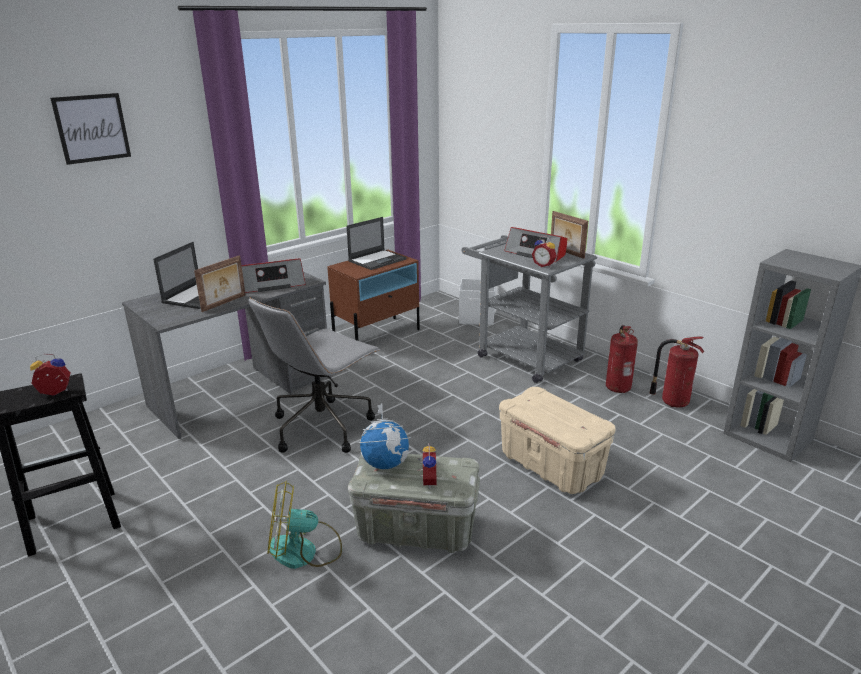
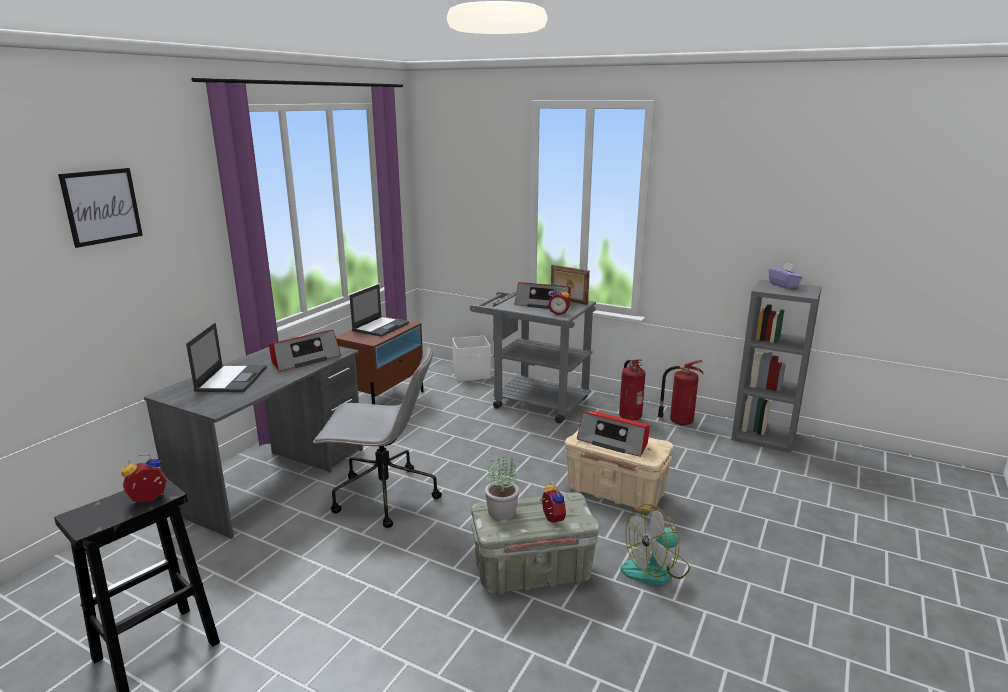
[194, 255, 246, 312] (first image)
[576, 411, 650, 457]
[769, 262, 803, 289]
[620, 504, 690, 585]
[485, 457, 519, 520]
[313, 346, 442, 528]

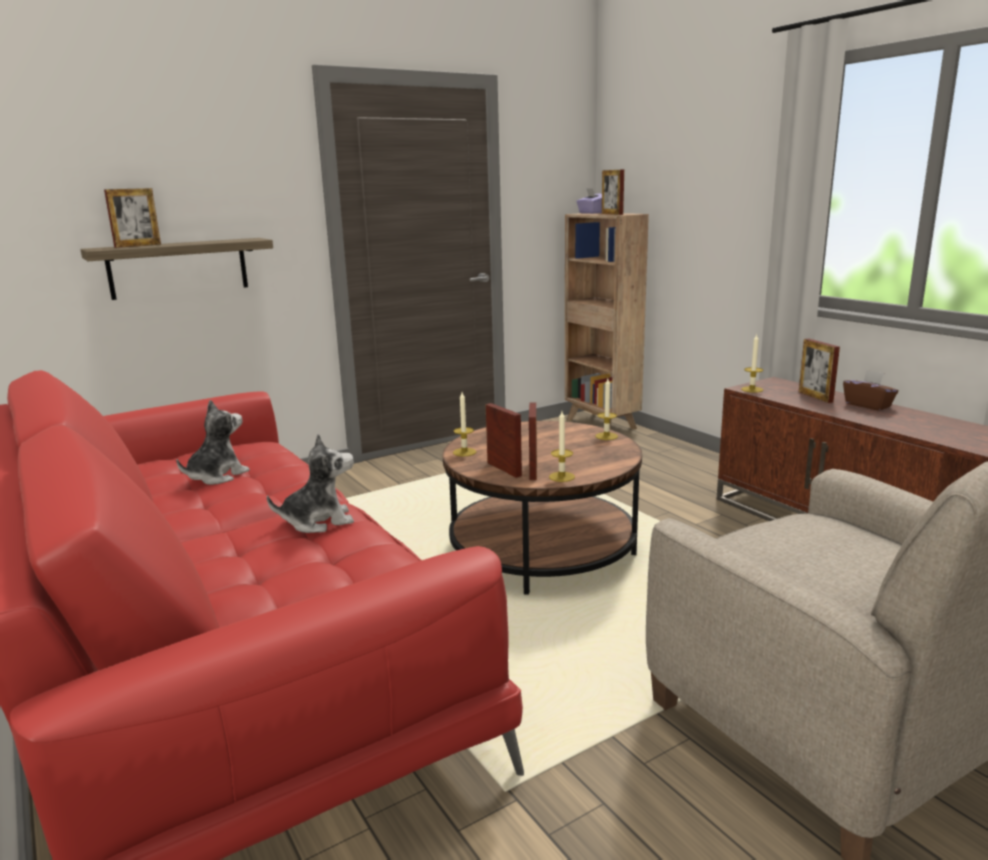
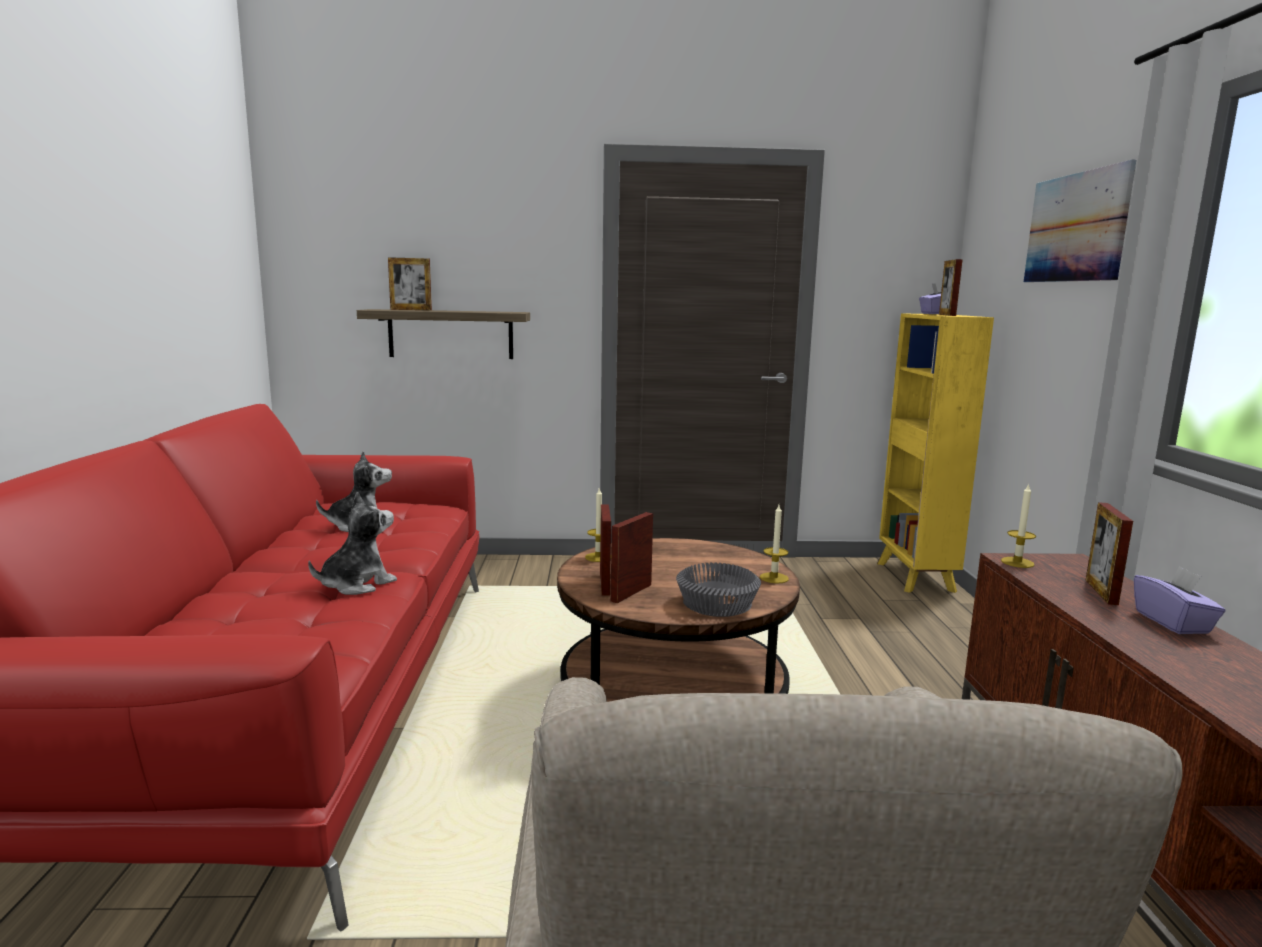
[549, 411, 575, 482] (first image)
[676, 563, 761, 617]
[1024, 160, 1136, 282]
[877, 313, 994, 593]
[1134, 566, 1226, 634]
[308, 492, 397, 595]

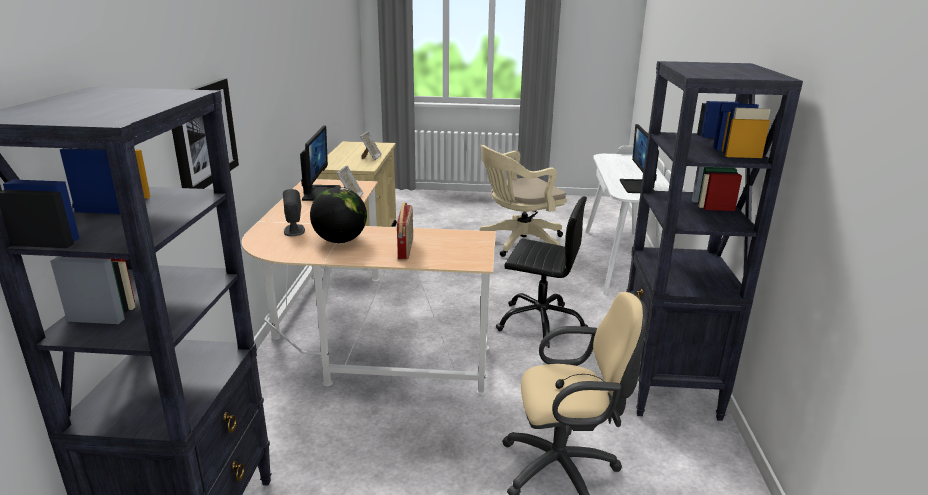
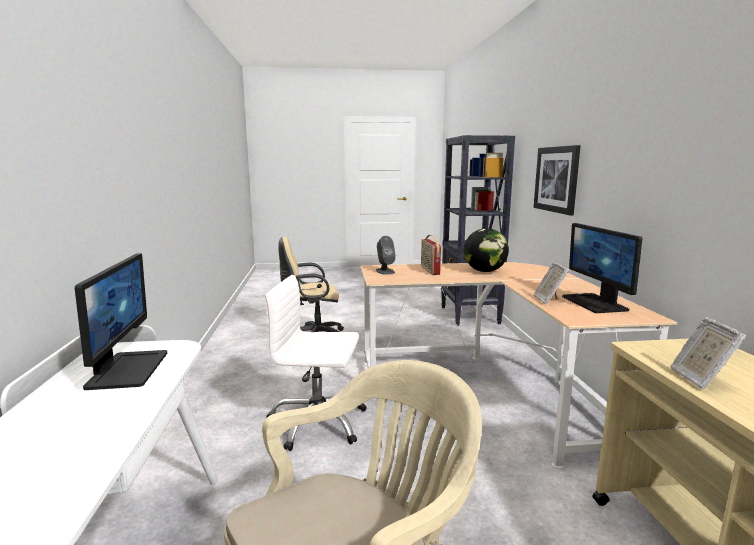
[626, 61, 803, 421] (first image)
[376, 236, 396, 275]
[265, 275, 366, 451]

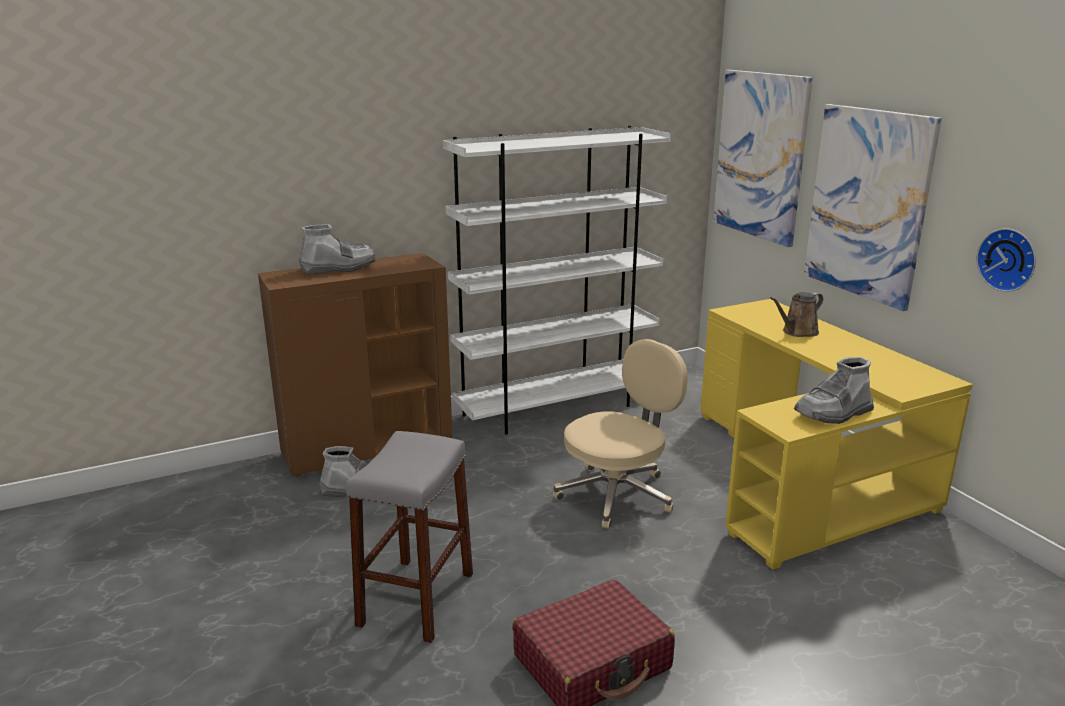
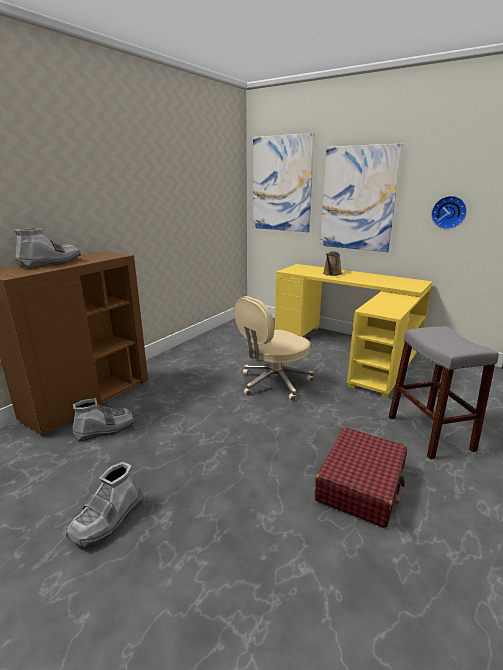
[443, 126, 671, 434] (first image)
[389, 326, 499, 459]
[66, 462, 143, 547]
[234, 296, 314, 401]

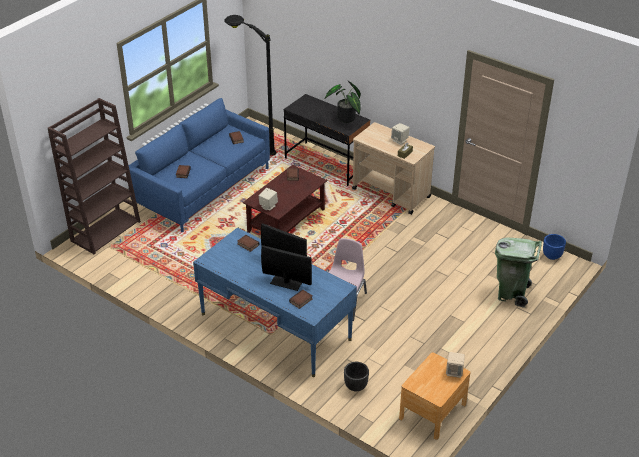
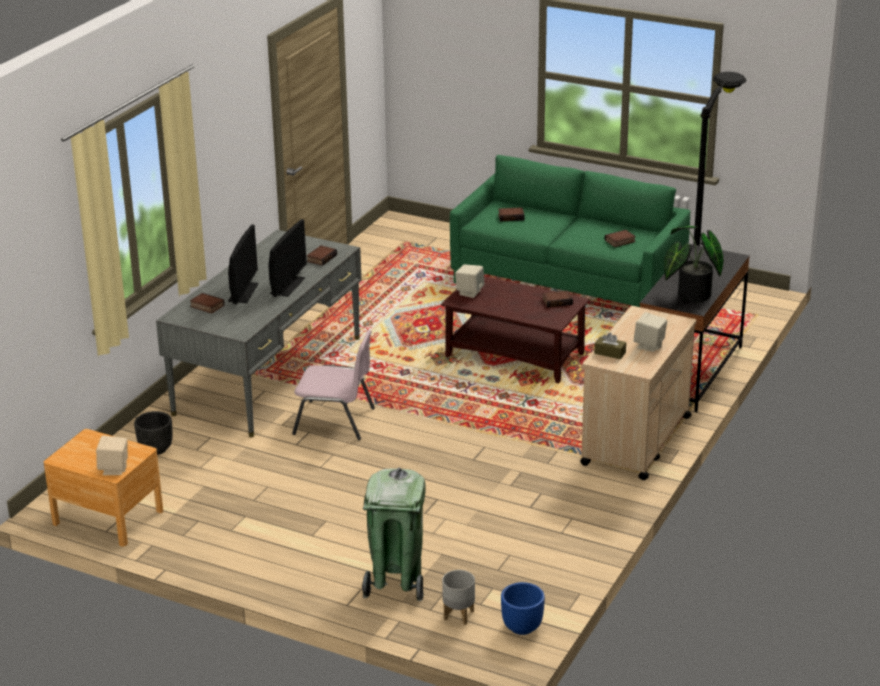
[48, 98, 141, 255] (first image)
[442, 570, 475, 625]
[450, 155, 690, 307]
[156, 230, 362, 437]

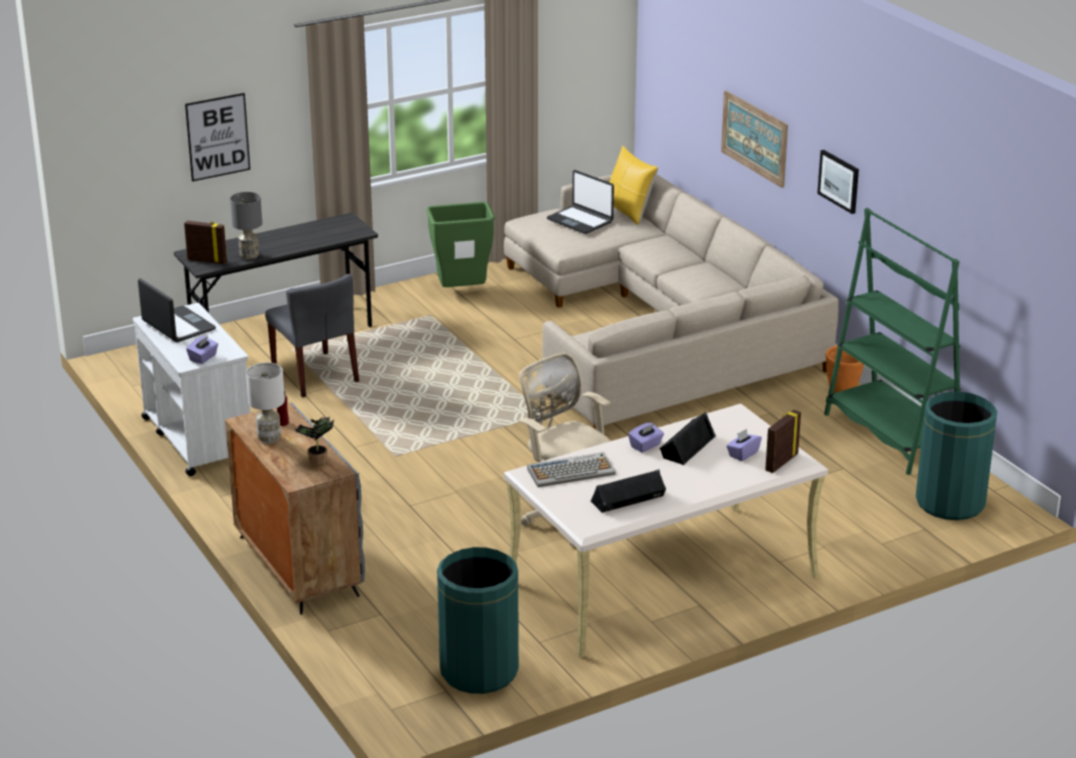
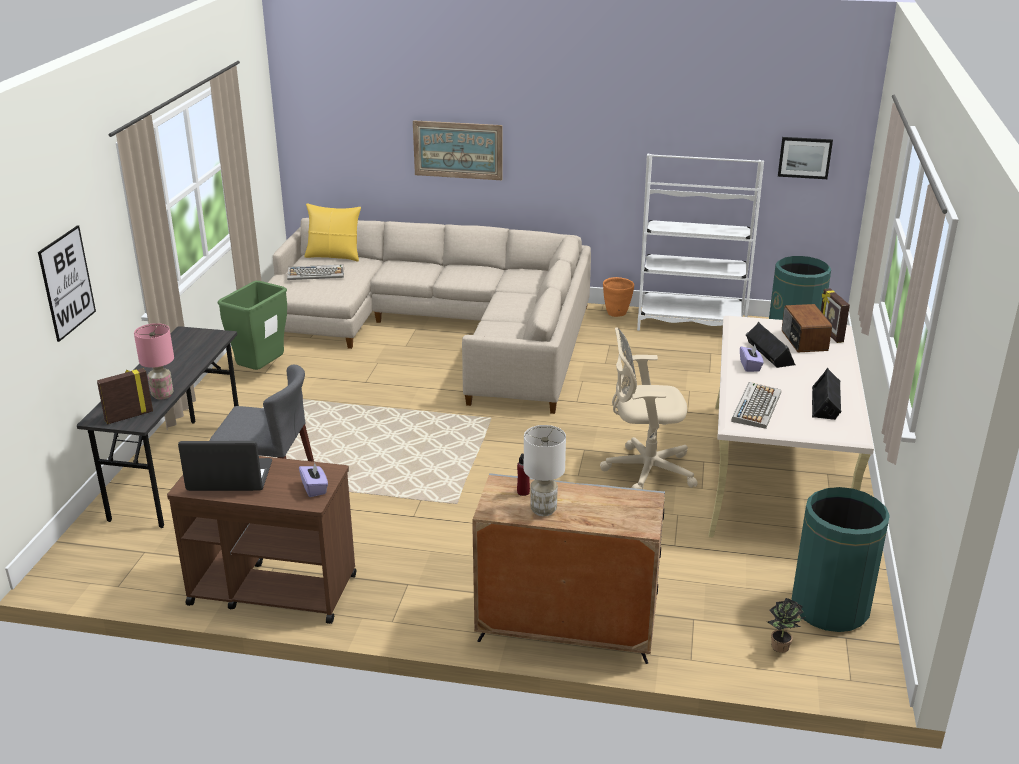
[768, 598, 805, 653]
[778, 137, 833, 179]
[287, 264, 344, 280]
[782, 304, 832, 352]
[167, 456, 357, 624]
[134, 323, 174, 399]
[637, 154, 764, 331]

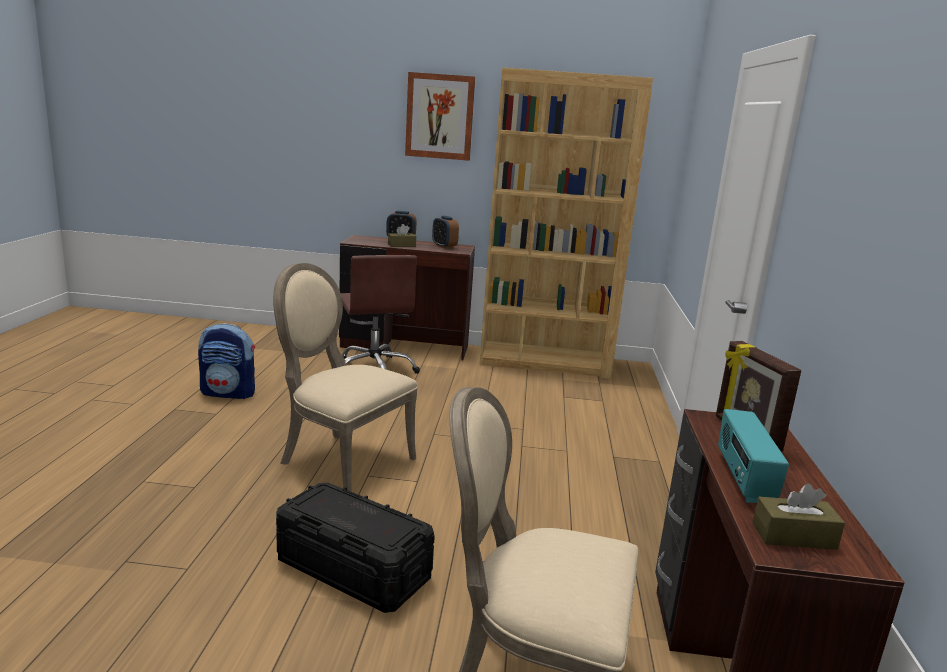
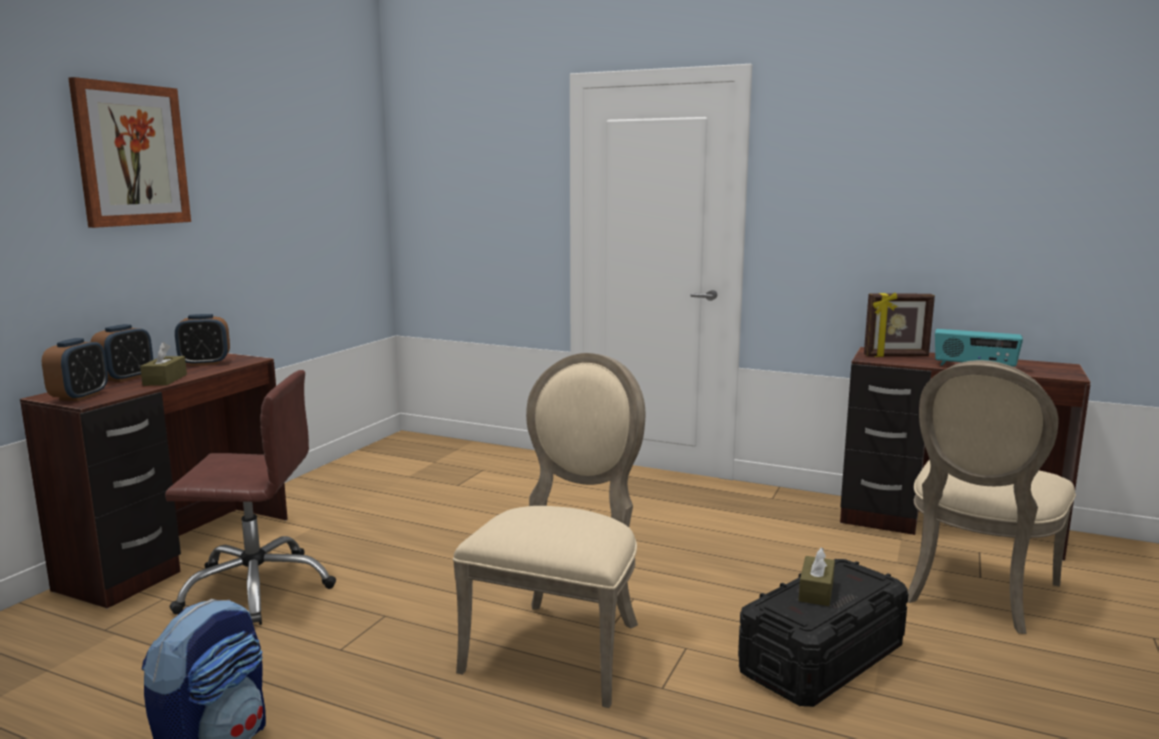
[479, 67, 653, 379] (first image)
[42, 338, 108, 401]
[799, 548, 835, 606]
[453, 353, 645, 708]

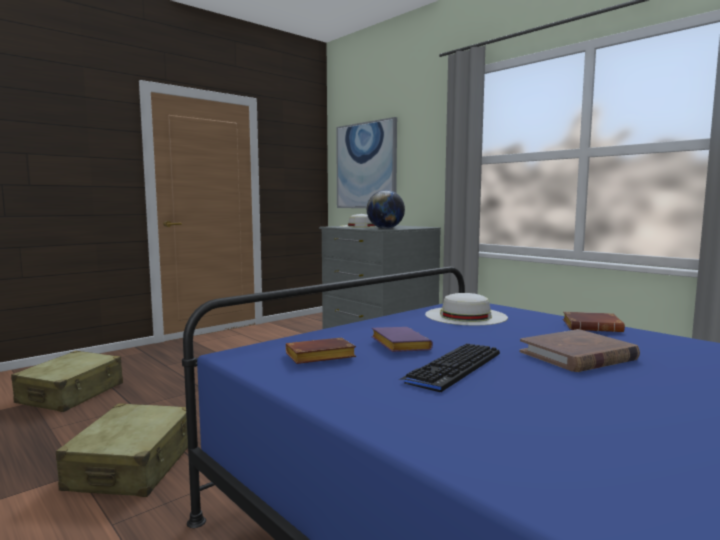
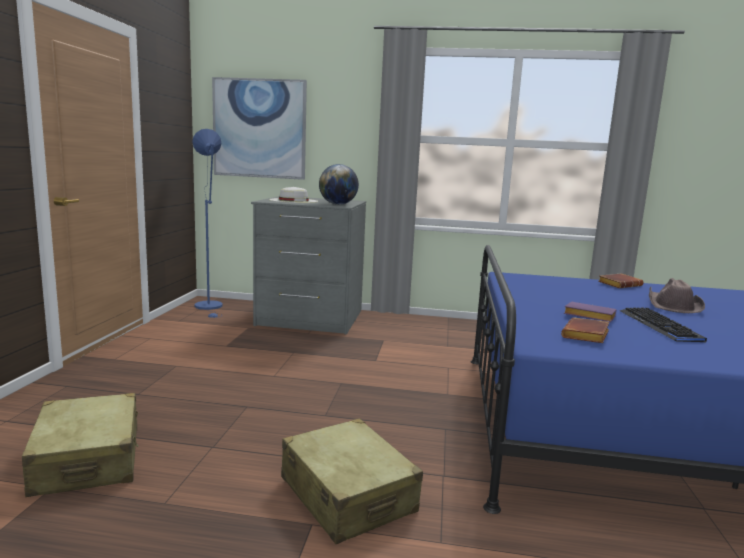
[425, 293, 508, 325] (first image)
[192, 129, 223, 318]
[649, 278, 705, 313]

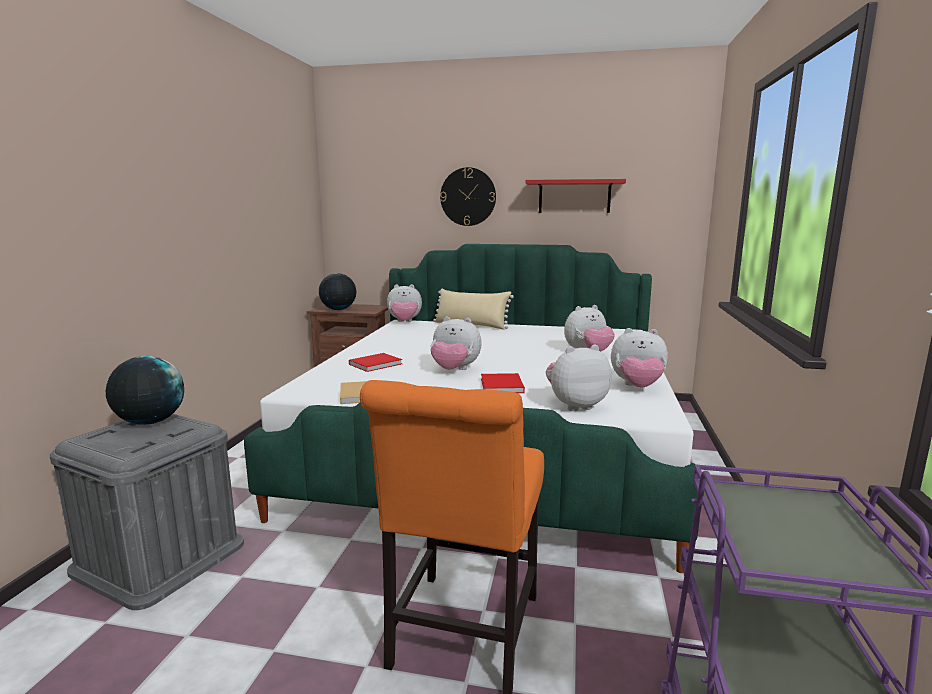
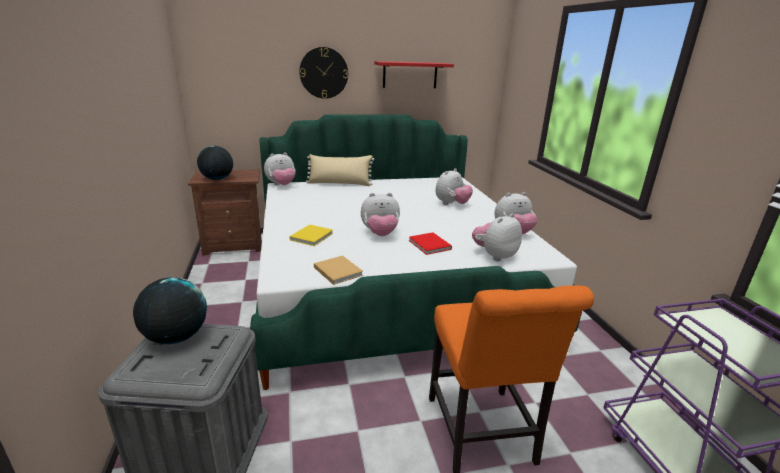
[290, 224, 333, 246]

